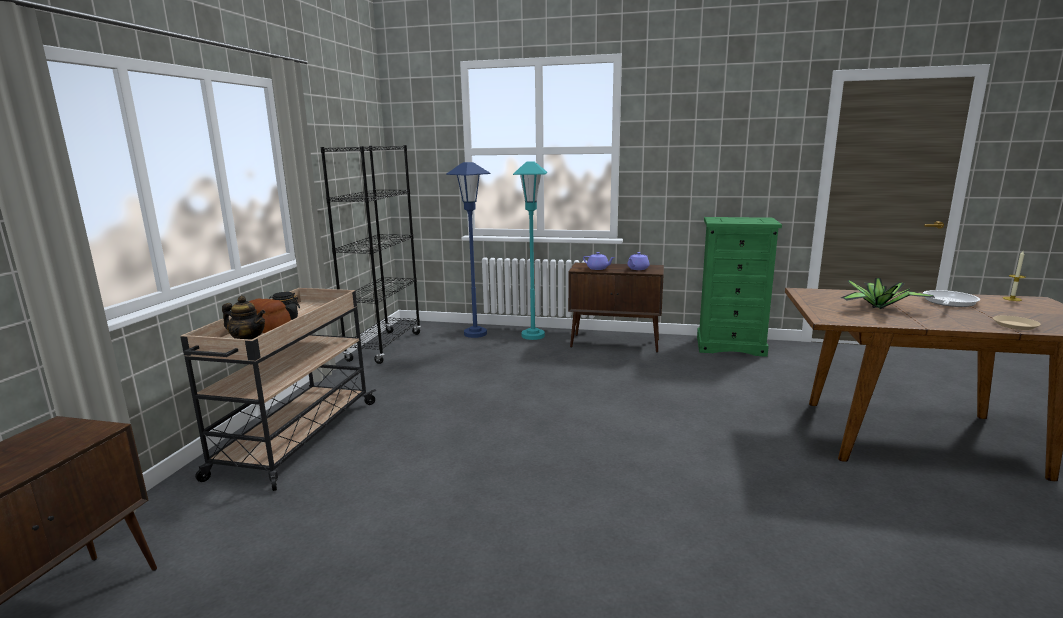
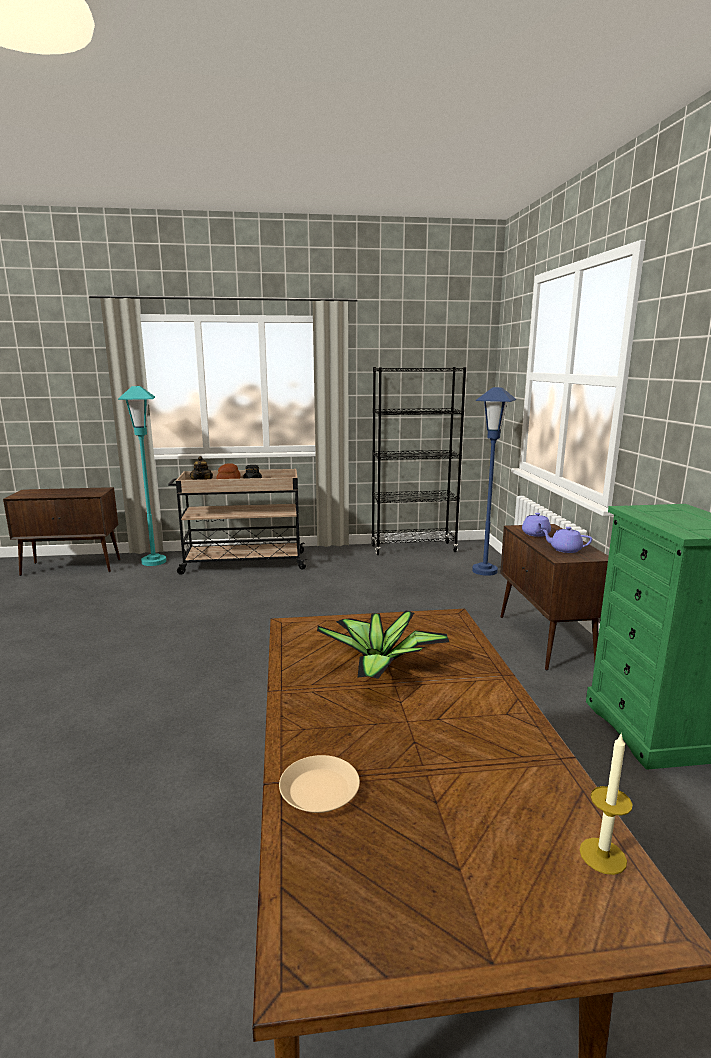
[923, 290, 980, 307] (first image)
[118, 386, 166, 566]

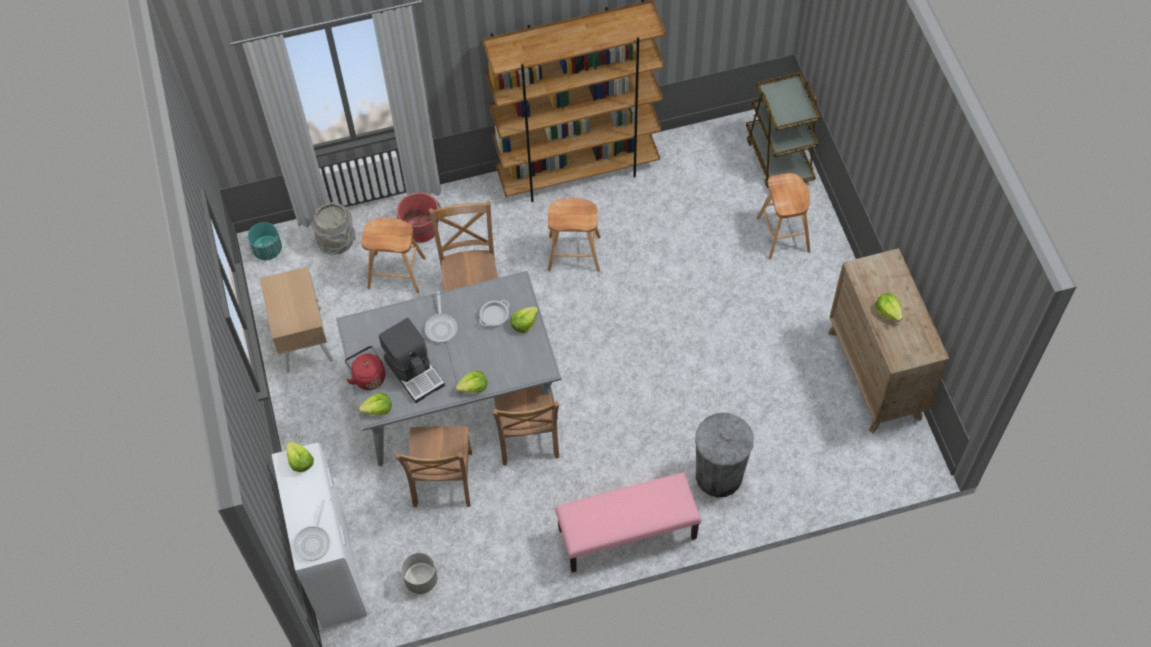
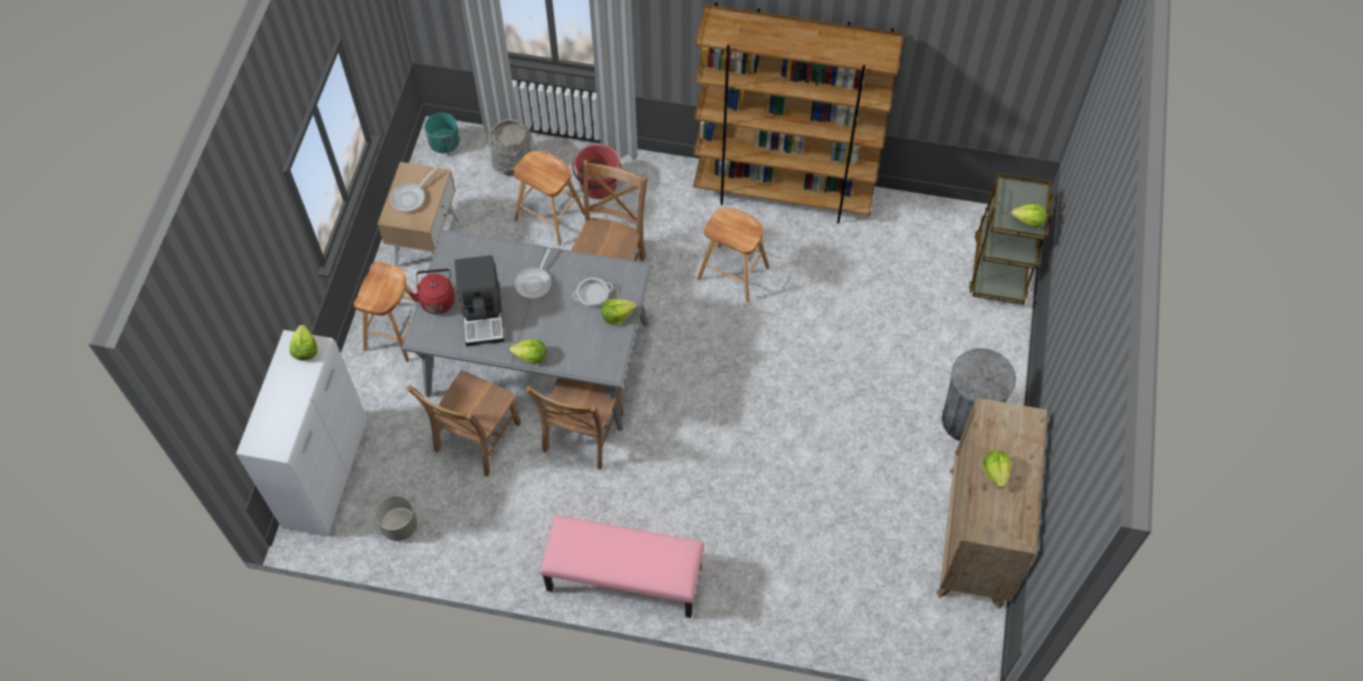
[390, 167, 437, 212]
[1011, 204, 1047, 228]
[942, 348, 1016, 441]
[354, 262, 417, 362]

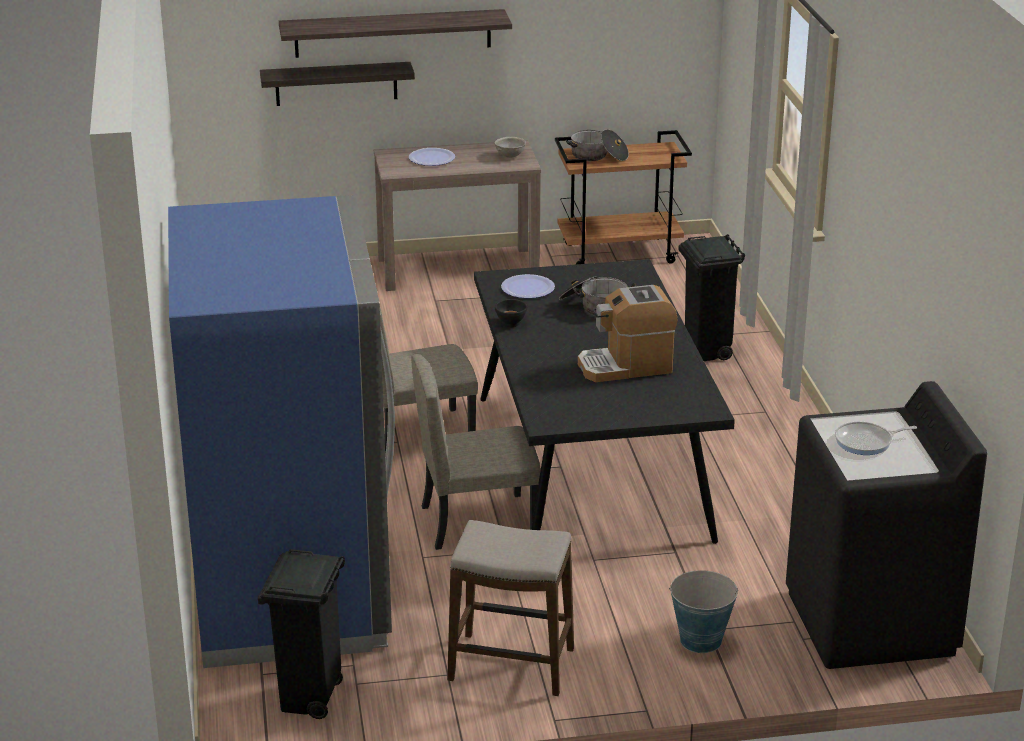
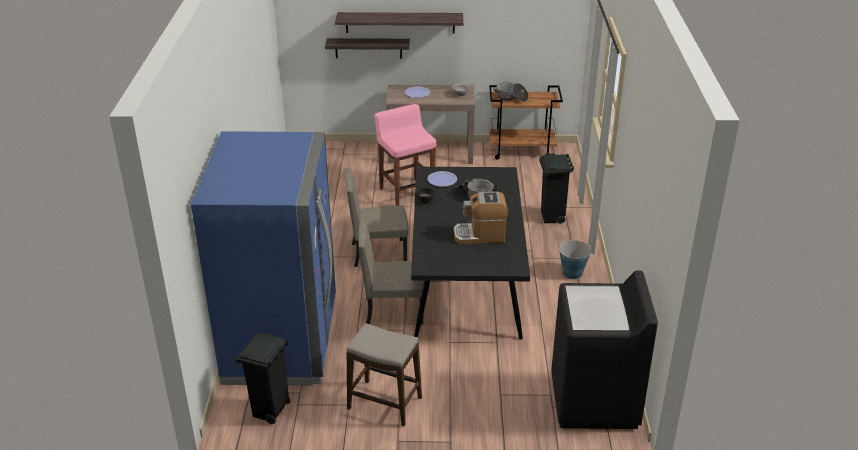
[835, 422, 917, 455] (first image)
[374, 104, 436, 206]
[559, 240, 592, 279]

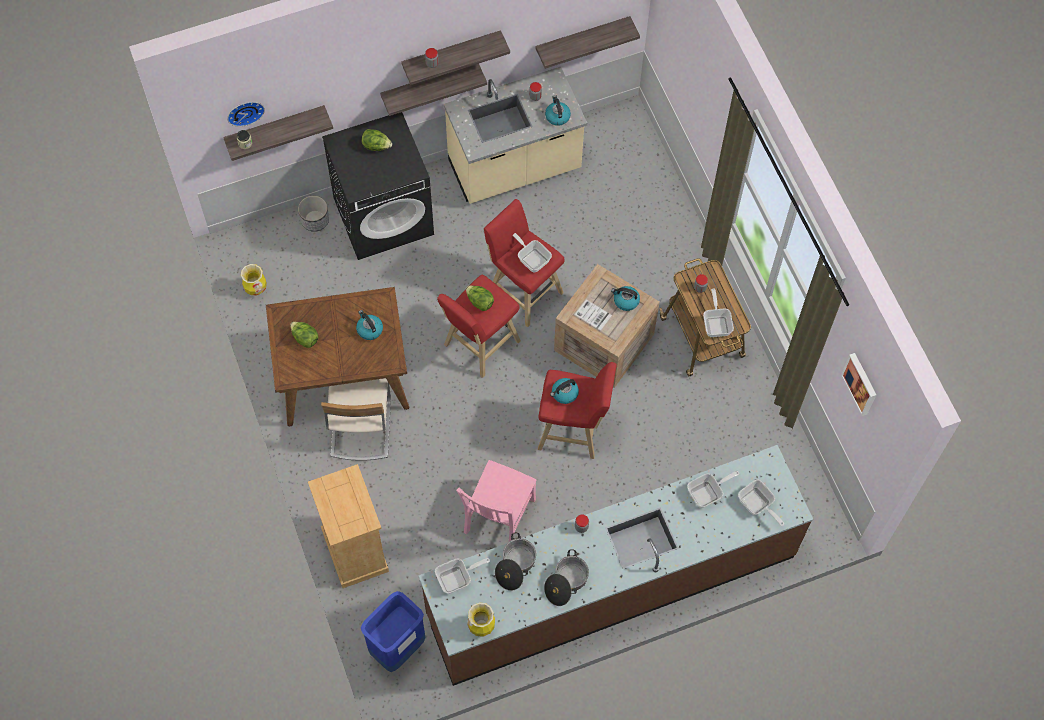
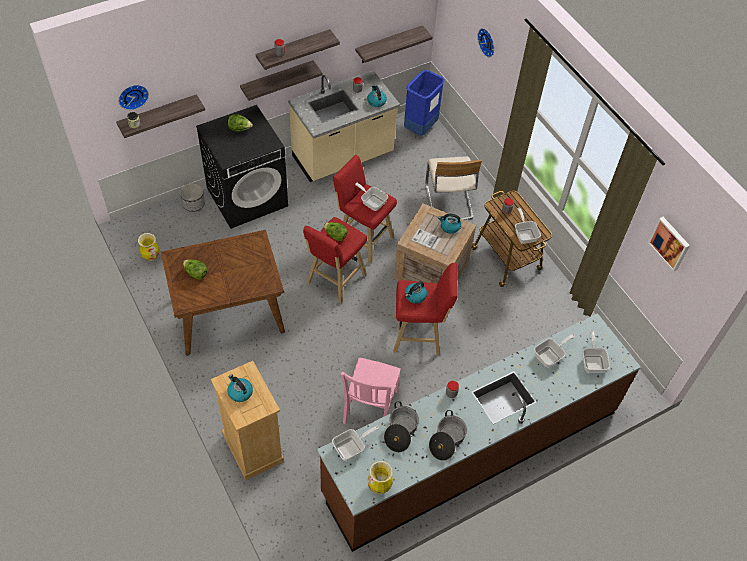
[477, 28, 494, 57]
[425, 156, 482, 220]
[227, 374, 253, 402]
[404, 70, 445, 136]
[583, 330, 610, 373]

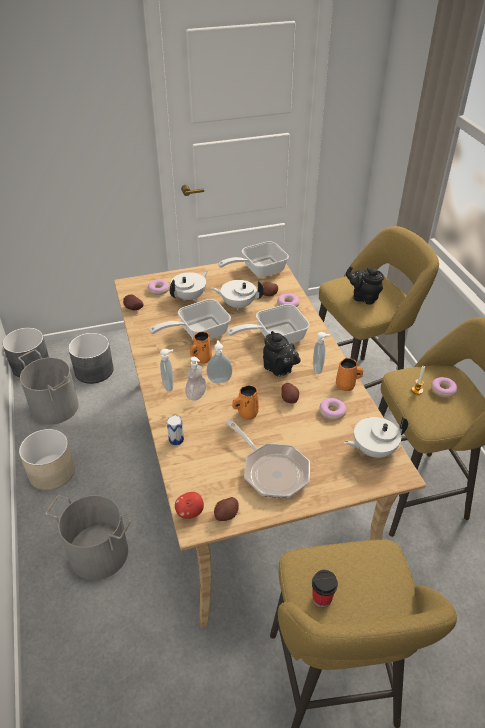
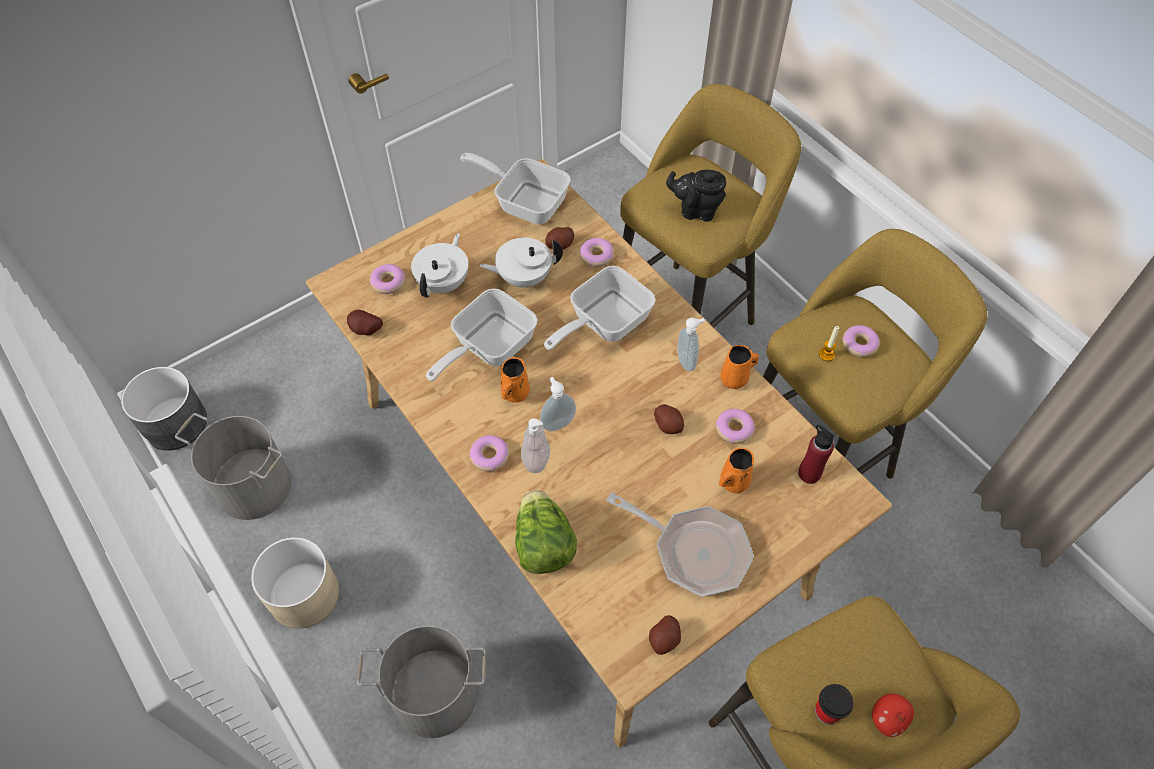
[68, 333, 114, 384] (first image)
[263, 331, 301, 377] (first image)
[872, 693, 914, 737]
[719, 448, 754, 493]
[469, 435, 509, 472]
[515, 490, 577, 574]
[798, 425, 835, 484]
[460, 153, 571, 225]

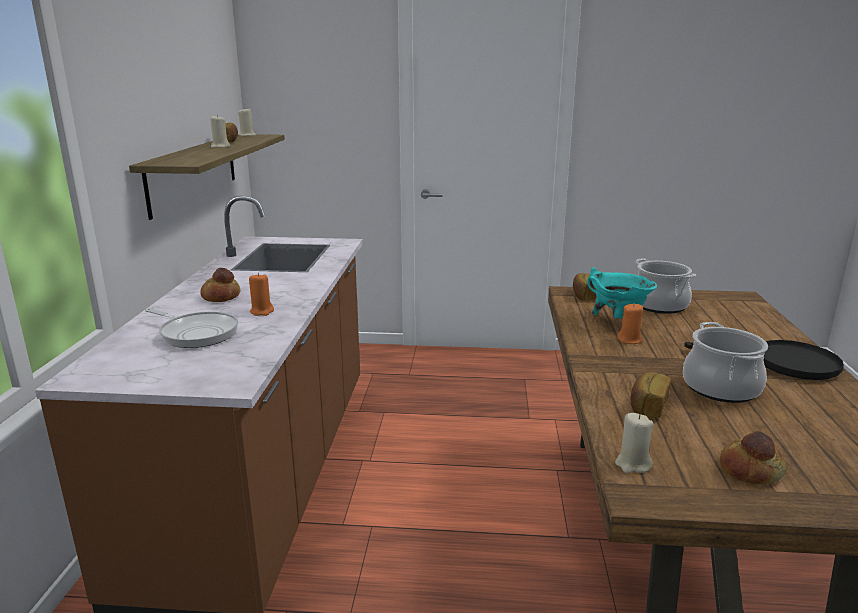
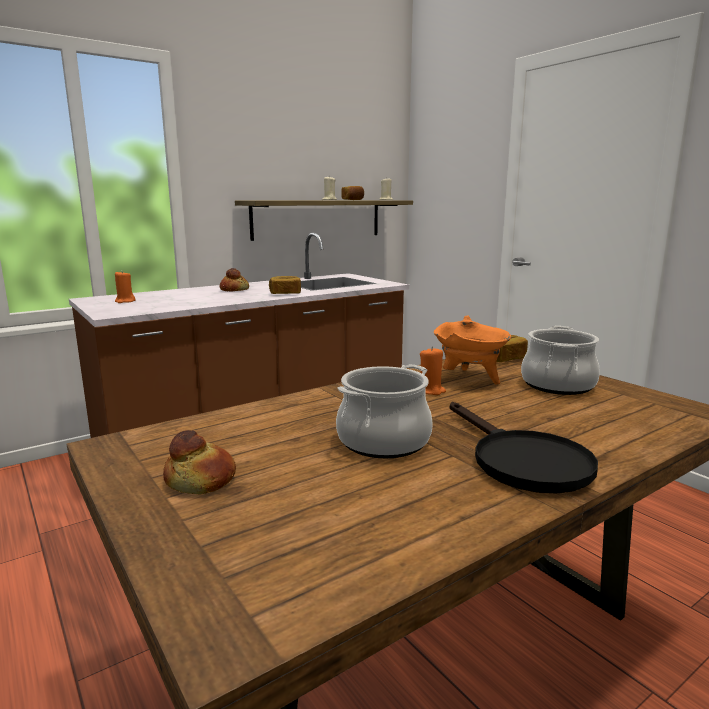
[145, 308, 238, 348] (first image)
[615, 413, 654, 473] (first image)
[115, 270, 136, 303]
[269, 276, 301, 294]
[434, 315, 511, 384]

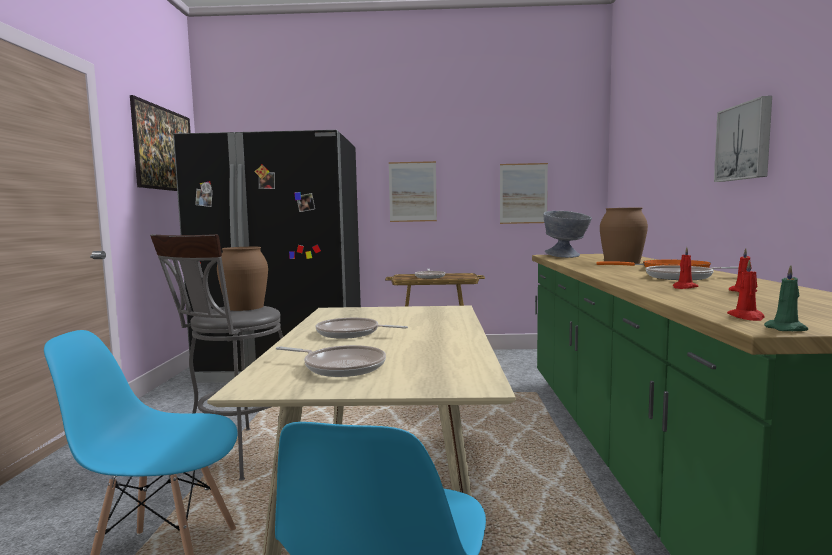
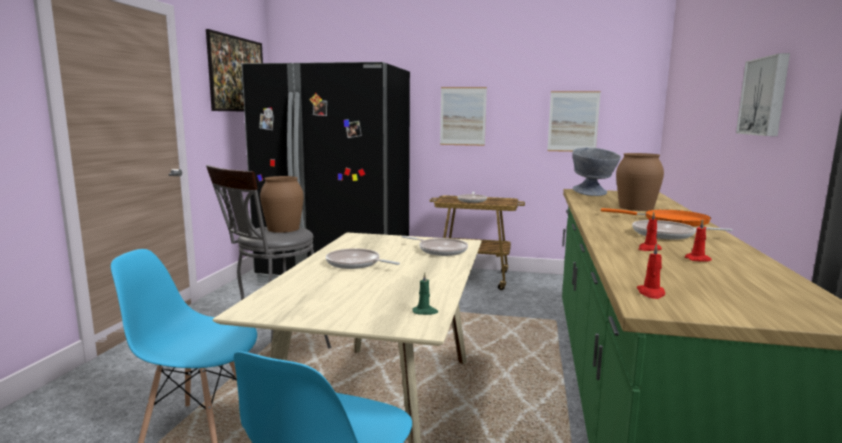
[402, 236, 468, 256]
[413, 272, 438, 315]

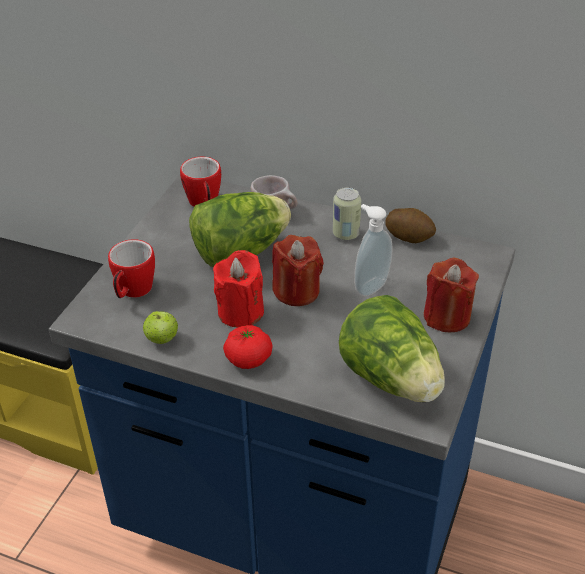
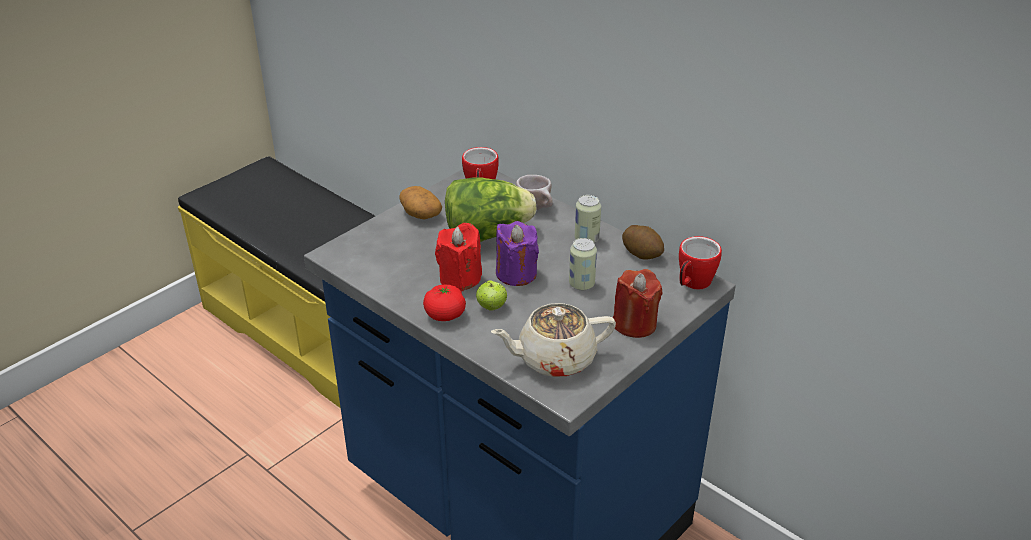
[399, 186, 442, 220]
[679, 236, 722, 289]
[476, 281, 507, 311]
[491, 303, 616, 377]
[569, 238, 597, 290]
[496, 221, 539, 286]

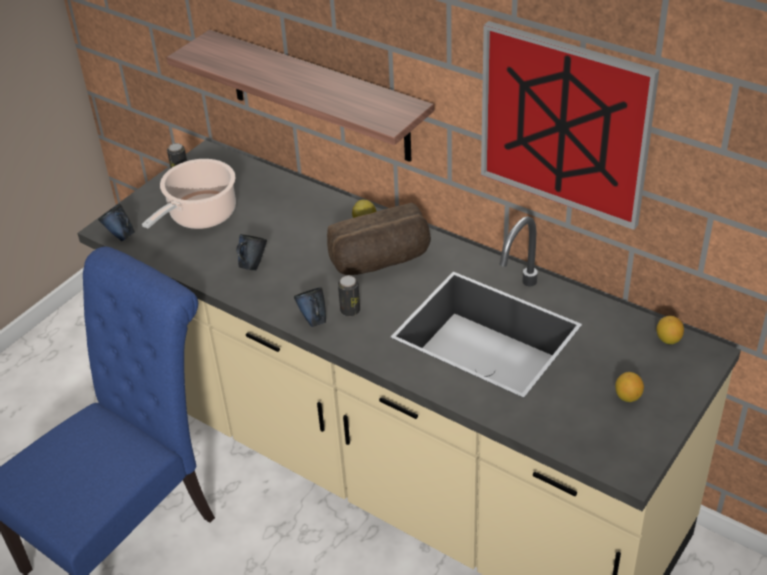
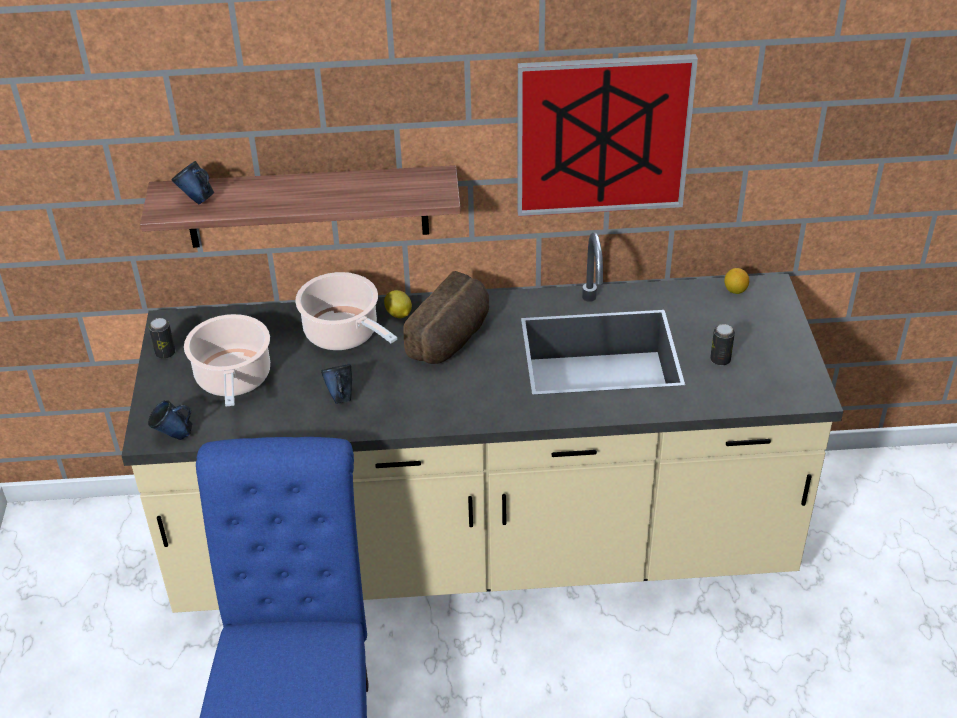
[615, 372, 644, 402] (first image)
[295, 272, 397, 350]
[172, 161, 214, 204]
[710, 324, 735, 366]

